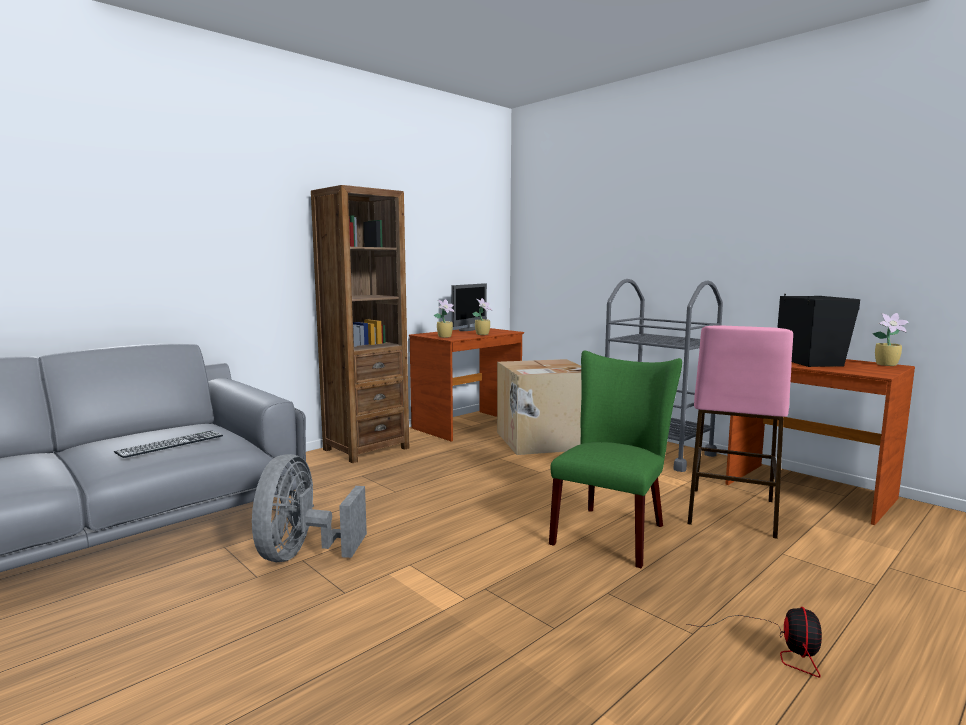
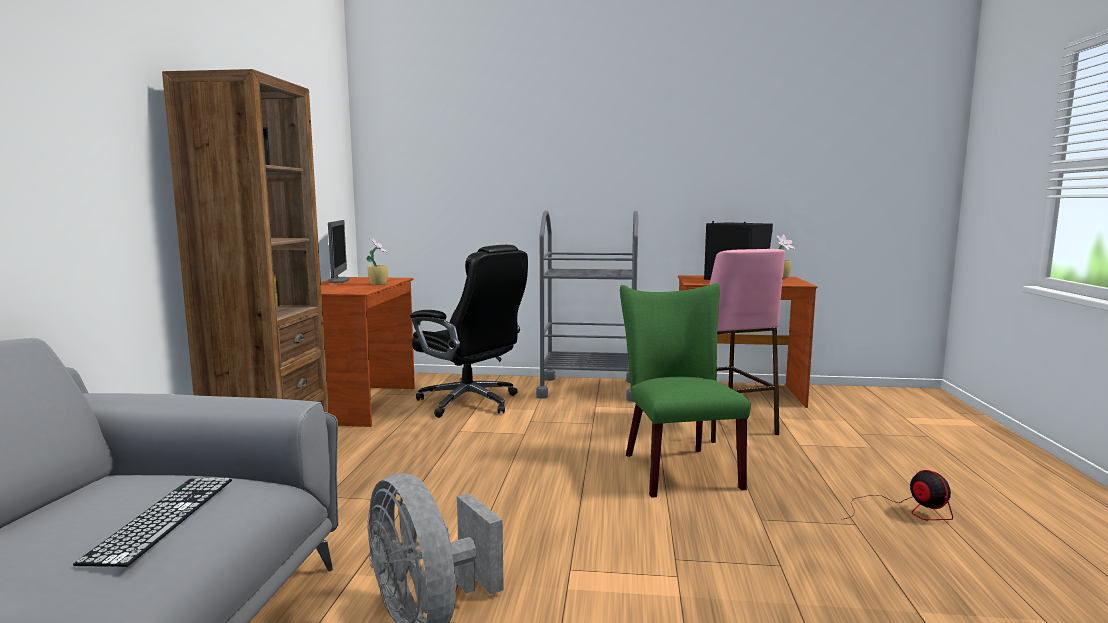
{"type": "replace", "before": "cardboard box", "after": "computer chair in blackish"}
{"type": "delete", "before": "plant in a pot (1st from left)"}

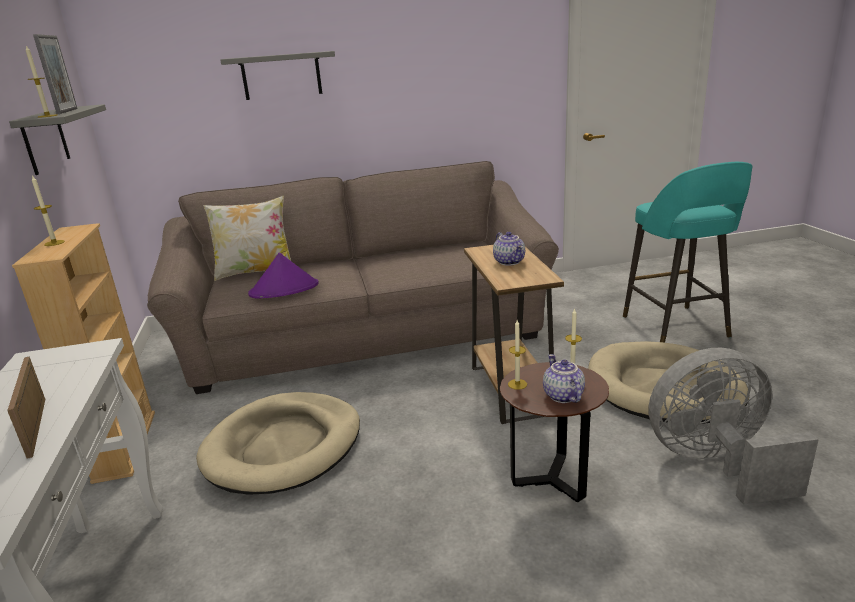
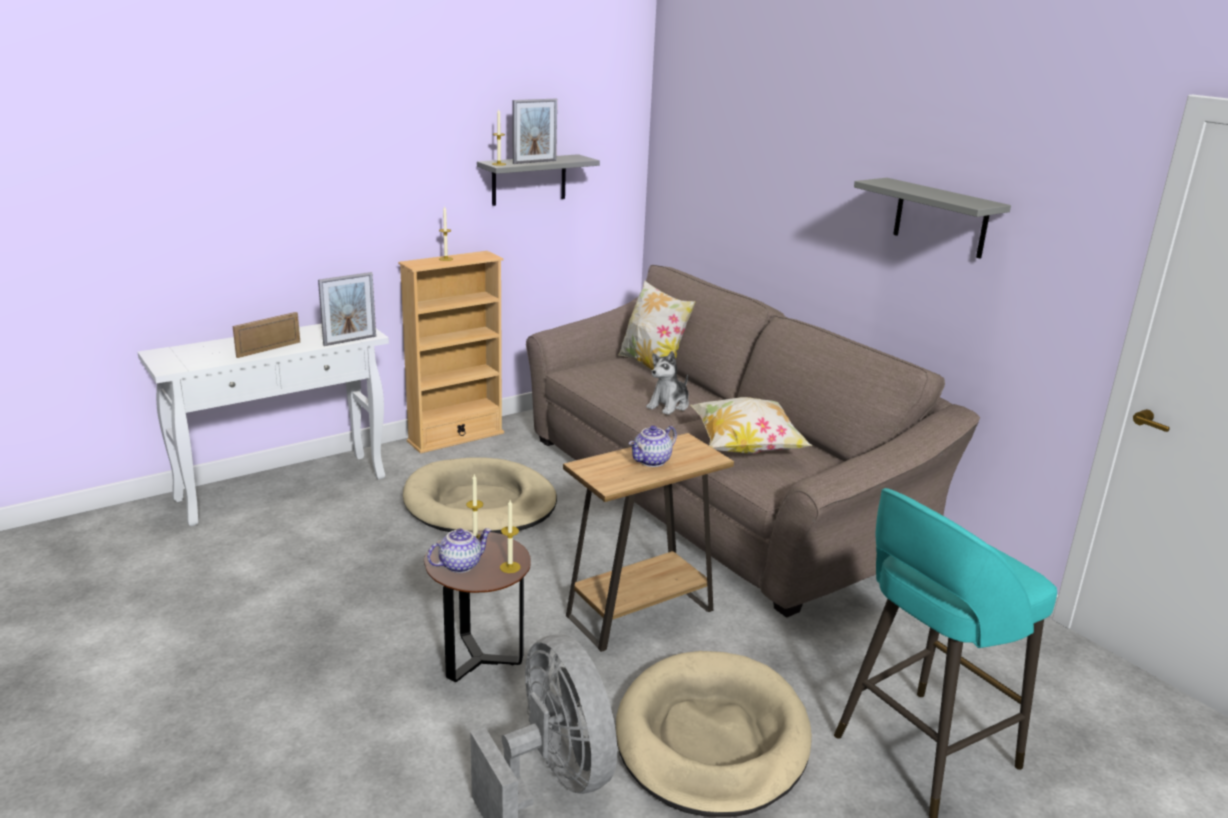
{"type": "insert", "after": "photo frame (2nd from left)"}
{"type": "insert", "after": "soft toy"}
{"type": "insert", "after": "throw pillow (2nd from left)"}
{"type": "move", "before": "shelf in gray (2nd from left)"}
{"type": "delete", "before": "clothing hat in purplish"}

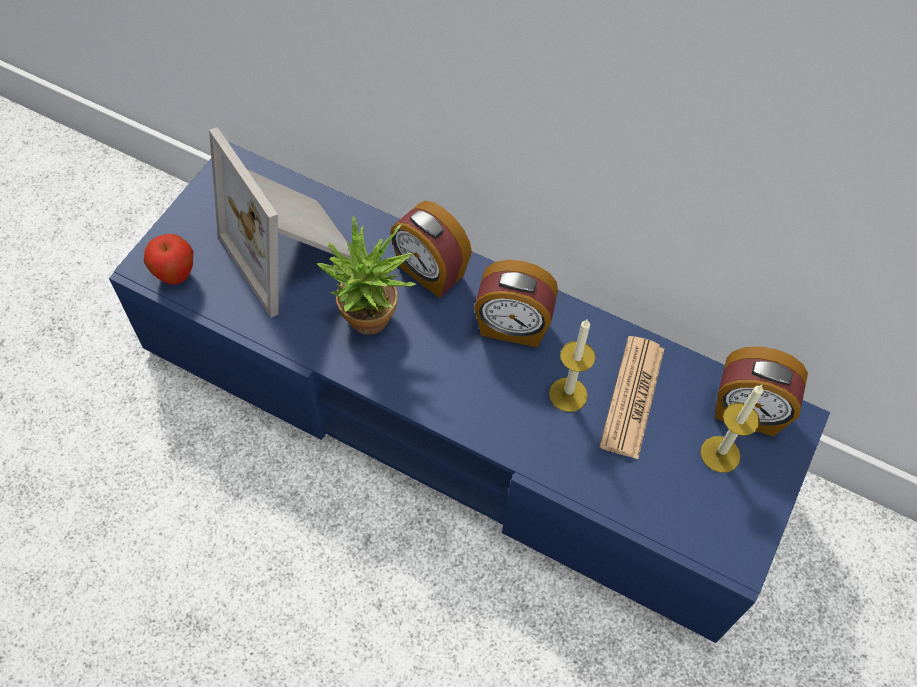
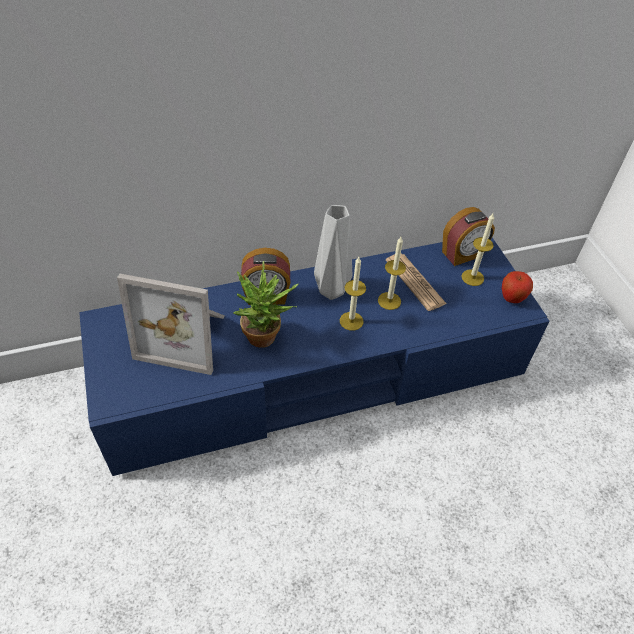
{"type": "replace", "before": "table clock (2nd from left)", "after": "vase in gray"}
{"type": "insert", "after": "wax light (1st from left)"}
{"type": "move", "before": "apple fruit"}

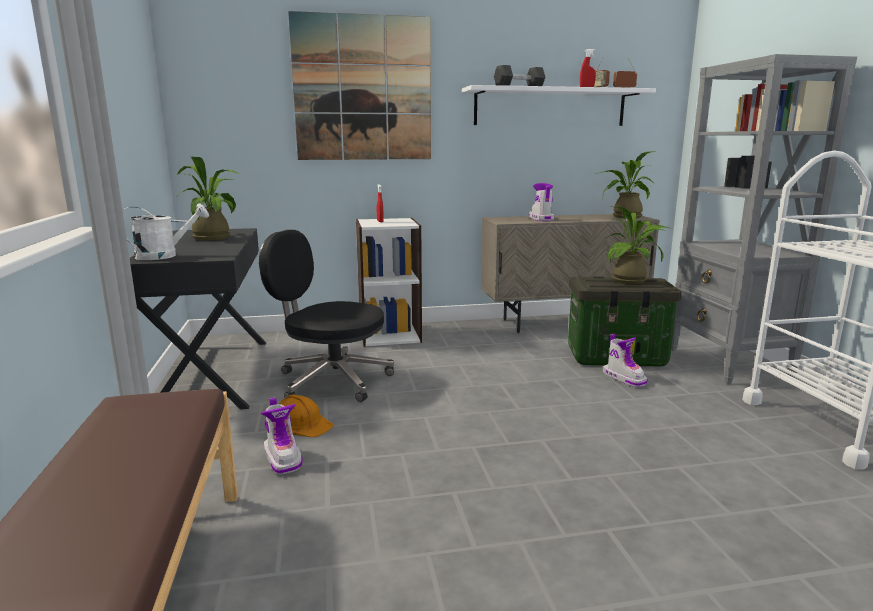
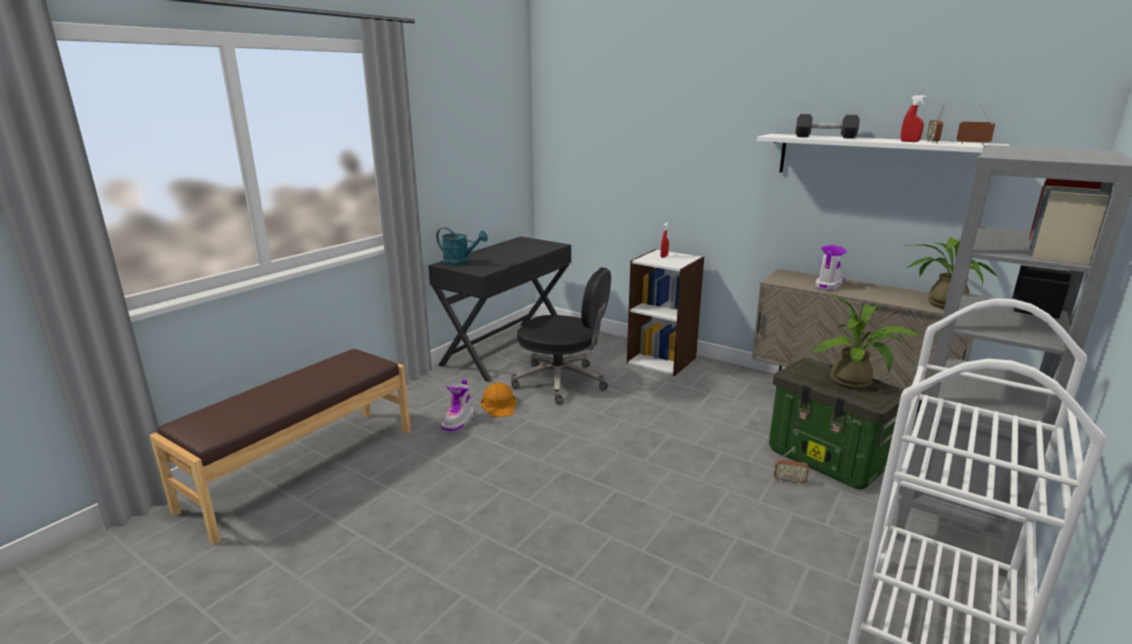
{"type": "recolor", "before": "watering can in white", "after": "watering can in blue-green"}
{"type": "rotate", "before": "computer chair in blackish", "turn": 135}
{"type": "replace", "before": "high-top boot (3rd from left)", "after": "radio set (1st from left)"}
{"type": "delete", "before": "plant in a pot (1st from left)"}
{"type": "delete", "before": "wall picture"}

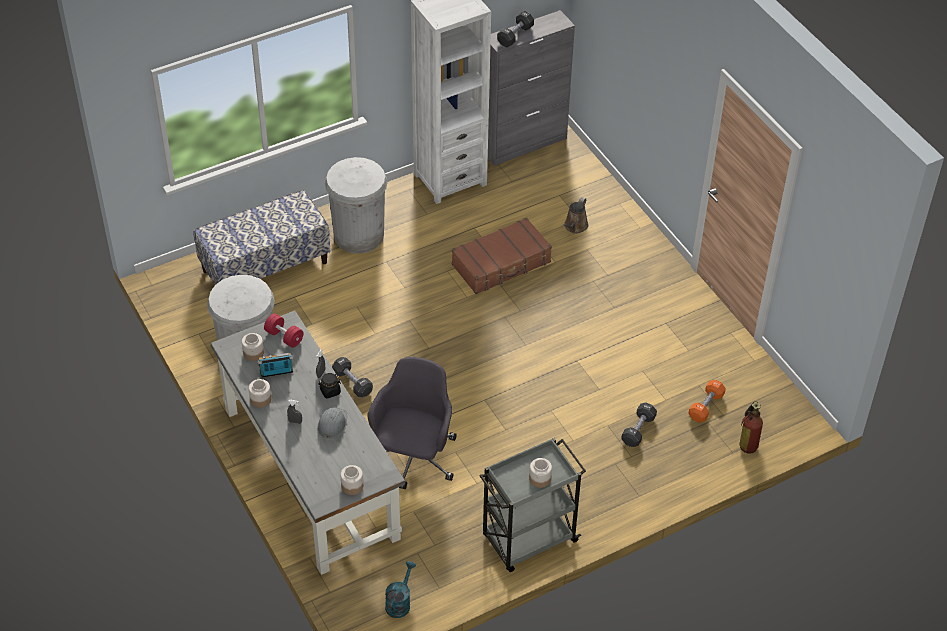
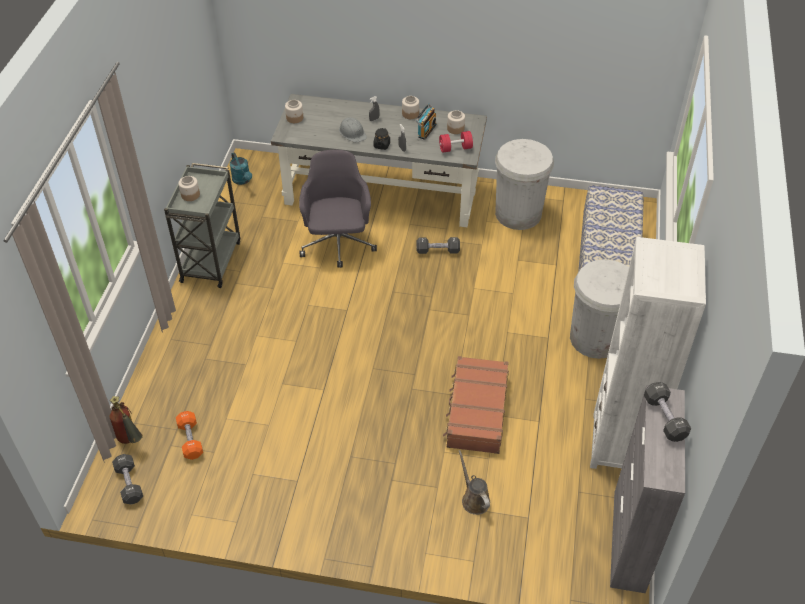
{"type": "move", "before": "hand weight in blackish (3rd from left in the first image)", "after": "hand weight in blackish (1st from left)"}
{"type": "rotate", "before": "computer chair in gray", "turn": -150}

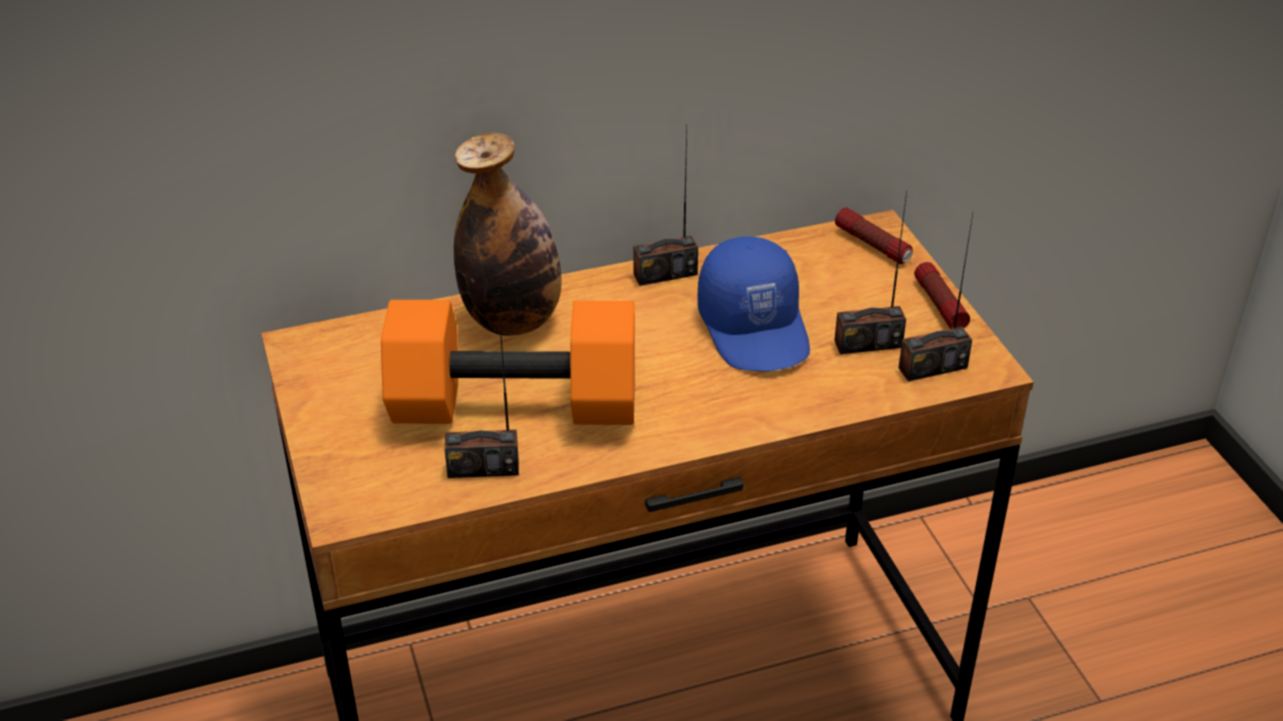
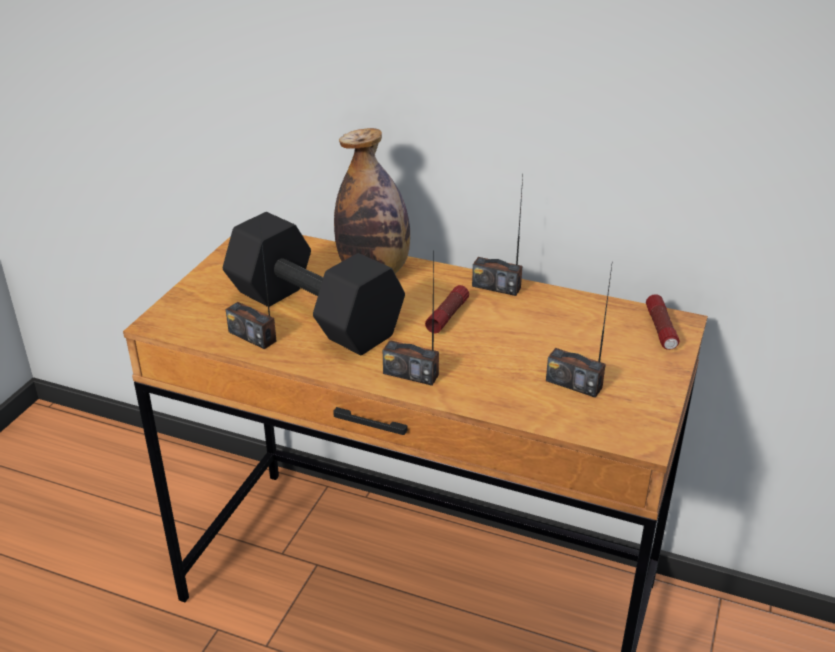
{"type": "recolor", "before": "hand weight in orangey", "after": "hand weight in blackish"}
{"type": "move", "before": "radio set (4th from left in the first image)", "after": "radio set (2nd from left)"}
{"type": "move", "before": "flashlight (2nd from left in the first image)", "after": "flashlight (1st from left)"}
{"type": "delete", "before": "peaked cap in bluish"}

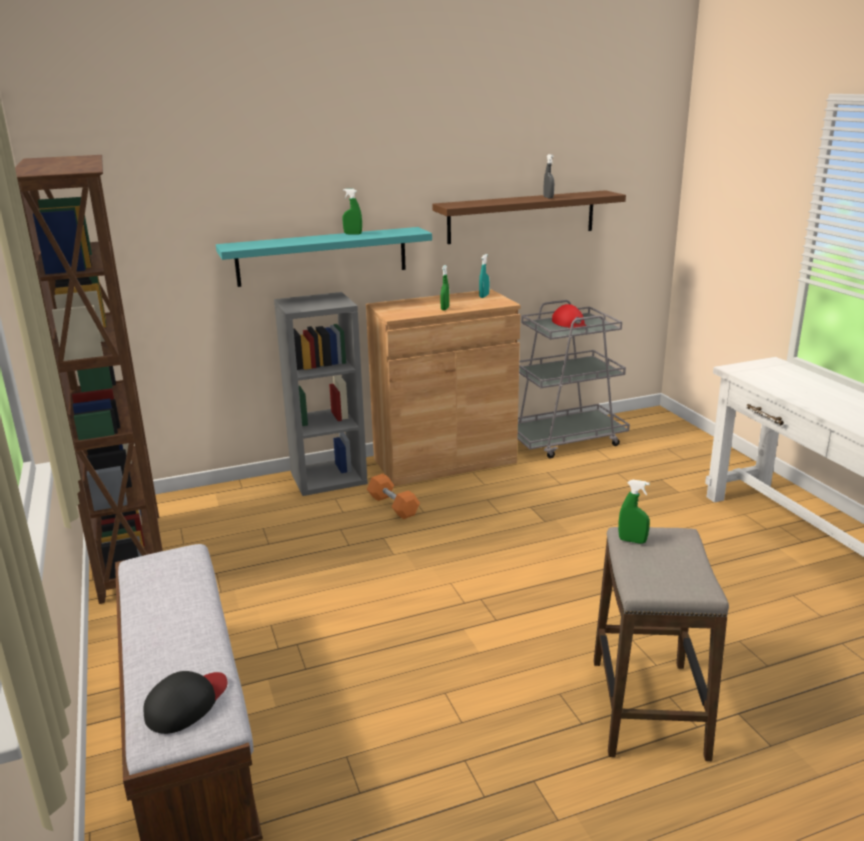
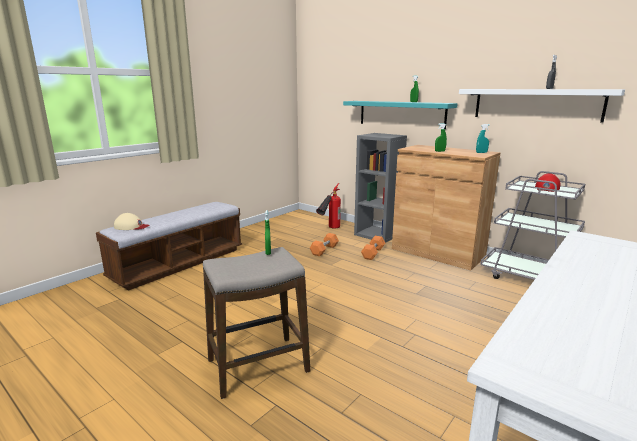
{"type": "recolor", "before": "peaked cap in blackish", "after": "peaked cap in beige"}
{"type": "insert", "after": "hand weight in orangey (1st from left)"}
{"type": "insert", "after": "fire-fighting cylinder"}
{"type": "recolor", "before": "shelf in brown", "after": "shelf in white"}
{"type": "delete", "before": "shelving unit in brown"}

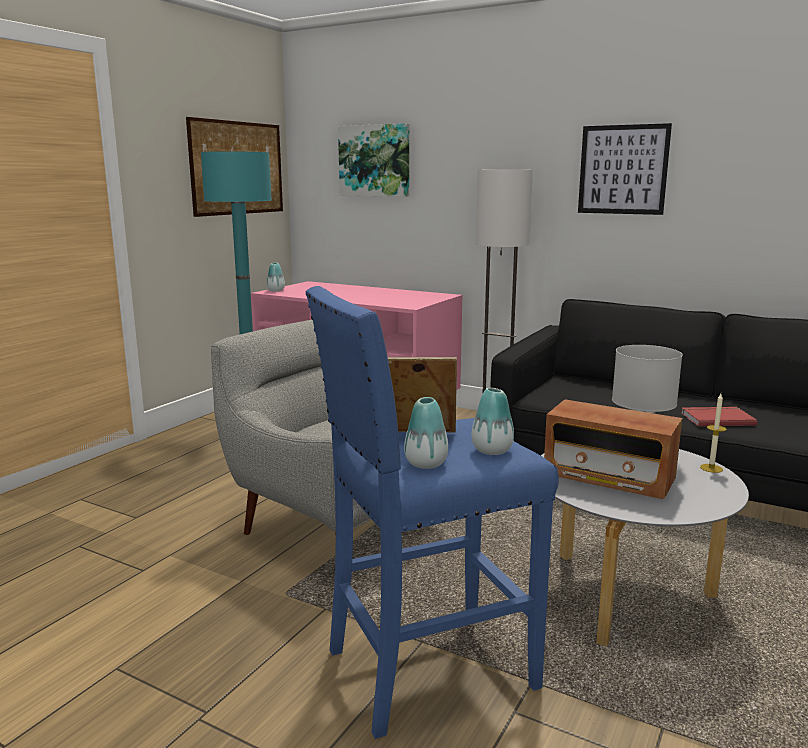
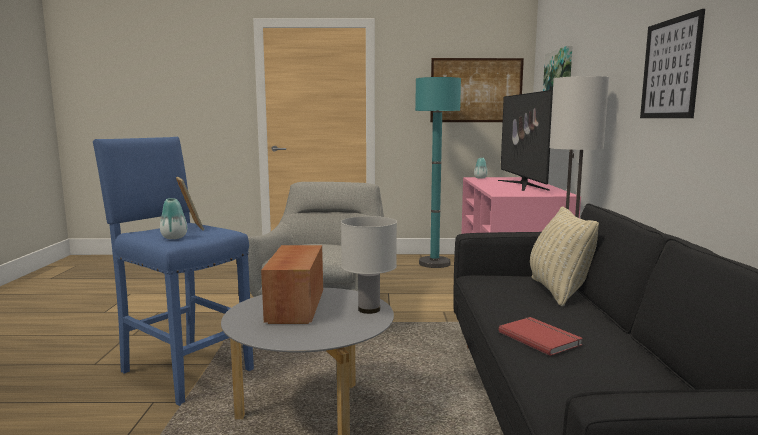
{"type": "insert", "after": "television"}
{"type": "insert", "after": "throw pillow in beige"}
{"type": "delete", "before": "vase (2nd from left)"}
{"type": "delete", "before": "wax light"}

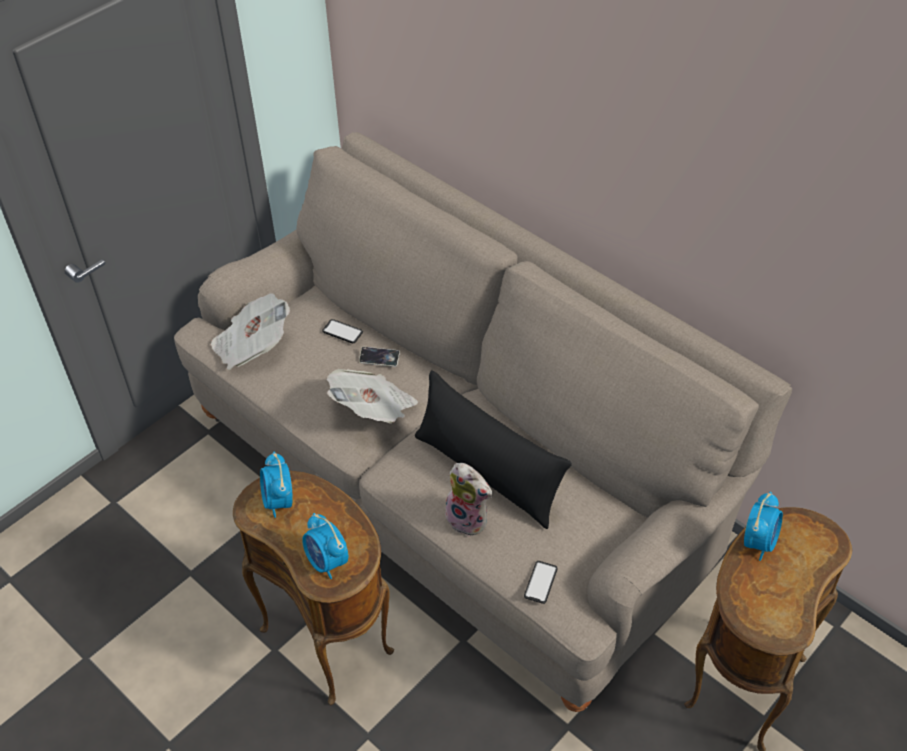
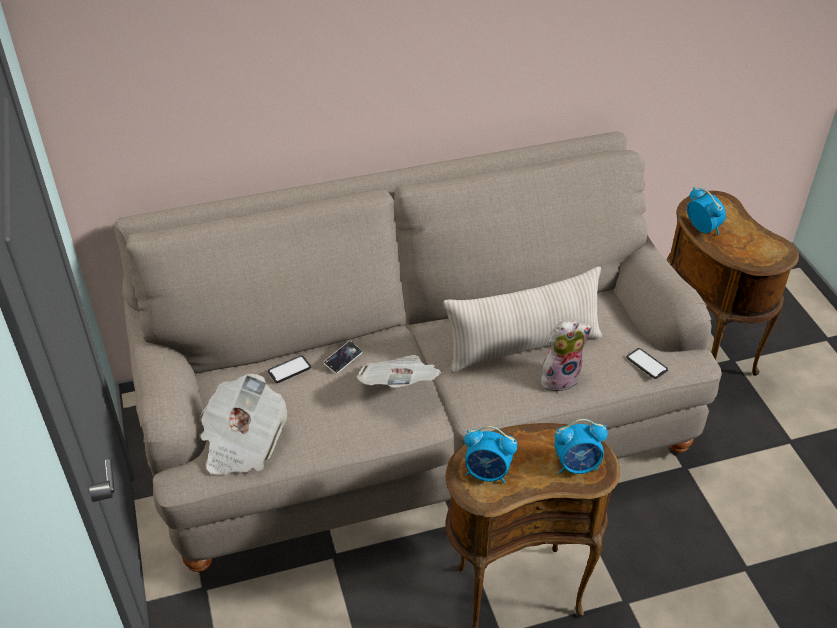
{"type": "recolor", "before": "throw pillow in blackish", "after": "throw pillow in beige"}

